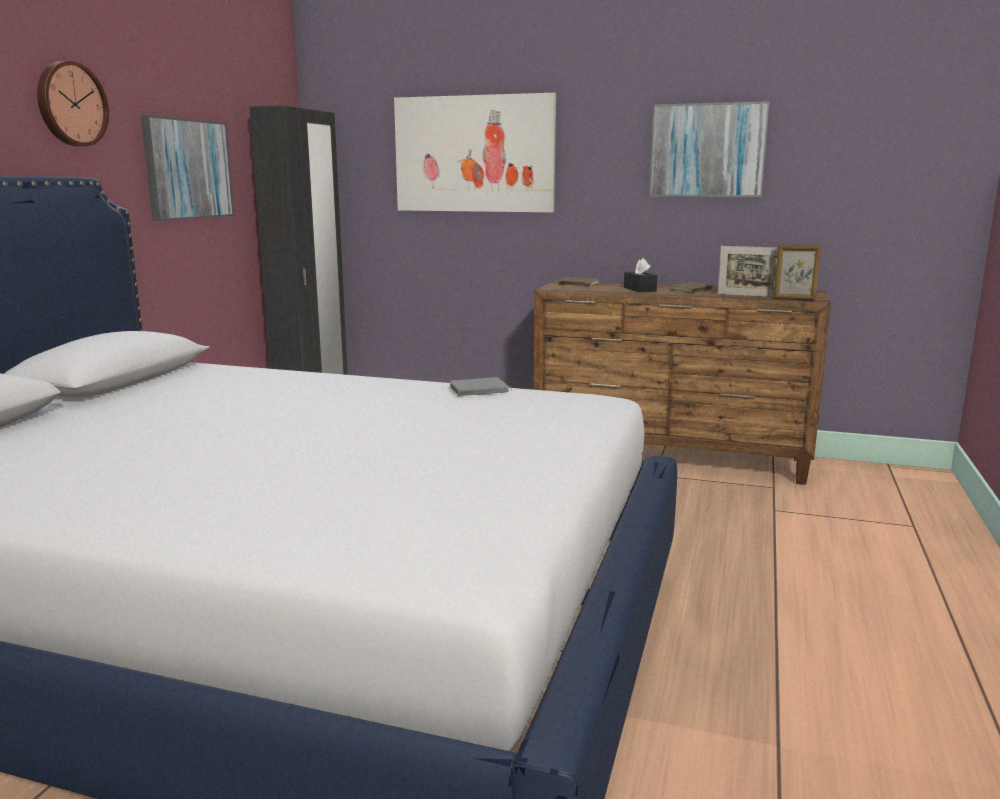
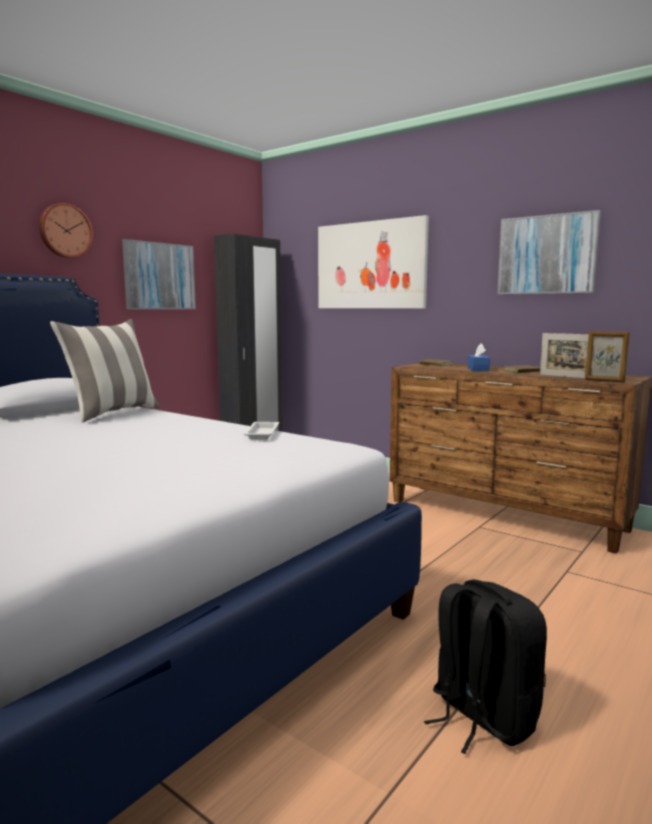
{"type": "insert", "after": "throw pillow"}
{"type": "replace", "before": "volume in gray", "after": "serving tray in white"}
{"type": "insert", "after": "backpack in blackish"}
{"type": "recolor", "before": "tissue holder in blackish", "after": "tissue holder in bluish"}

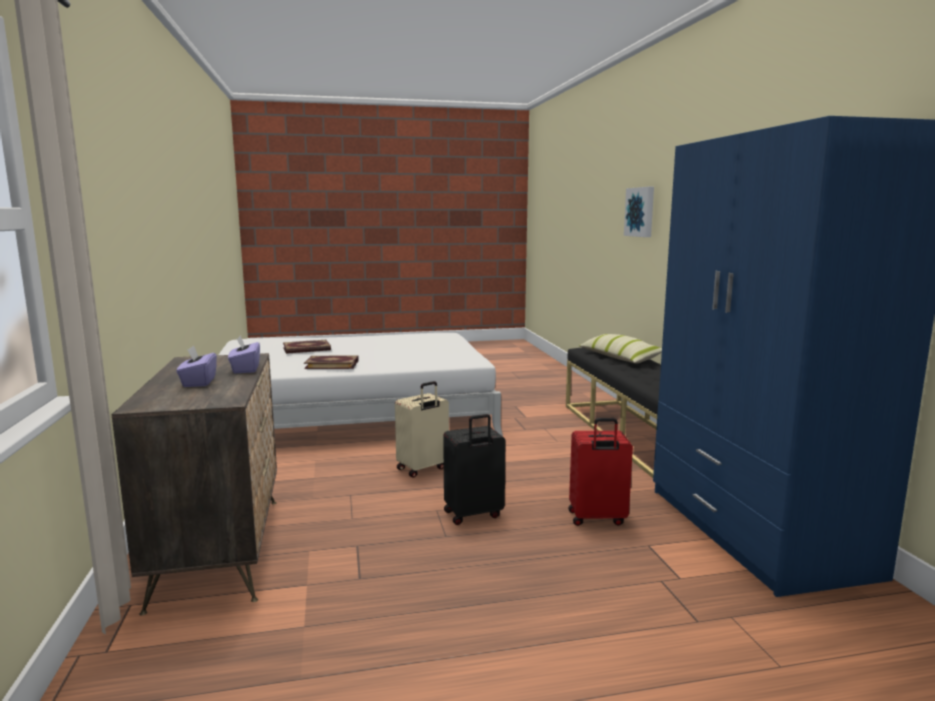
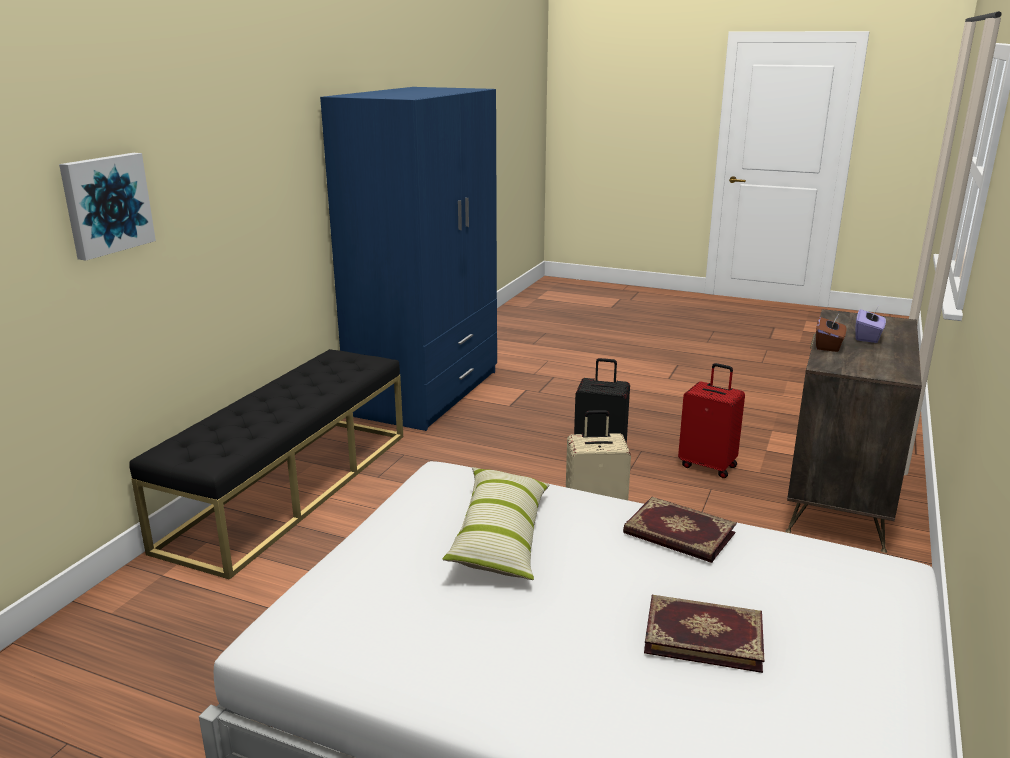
{"type": "move", "before": "throw pillow"}
{"type": "move", "before": "piece of luggage in reddish"}
{"type": "recolor", "before": "tissue holder in purplish (2nd from left)", "after": "tissue holder in brown"}

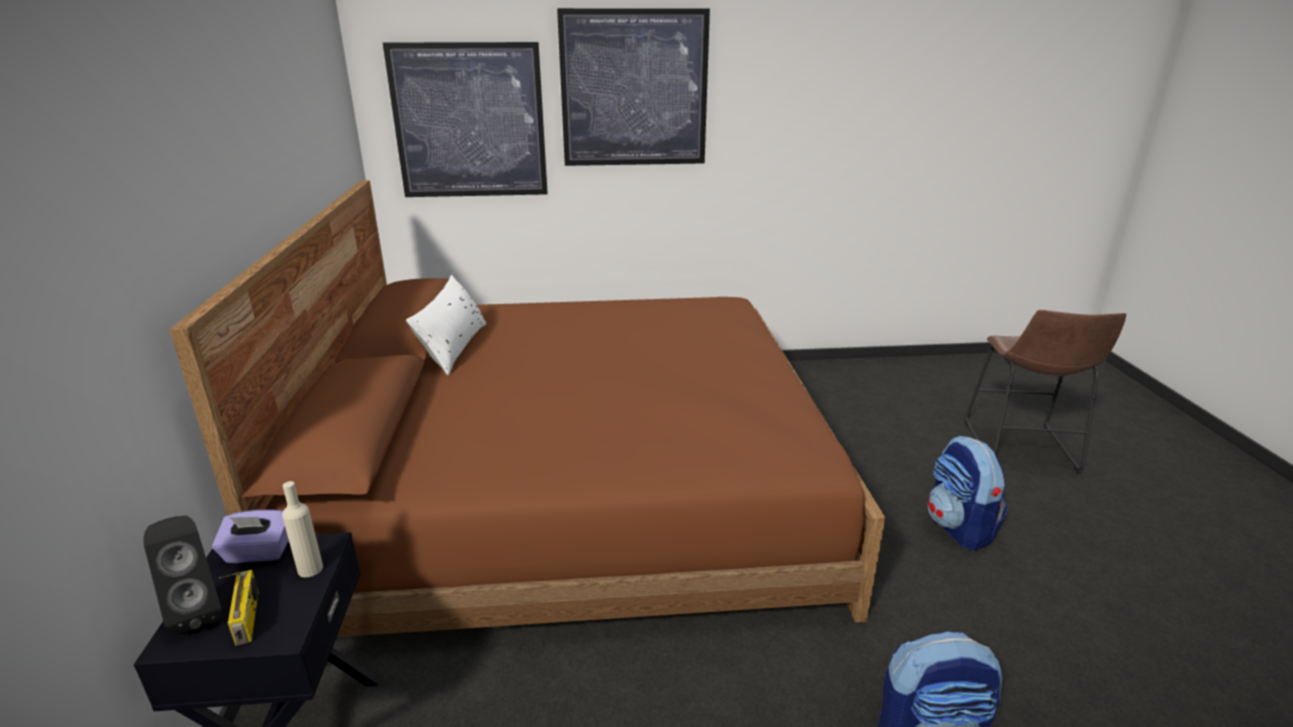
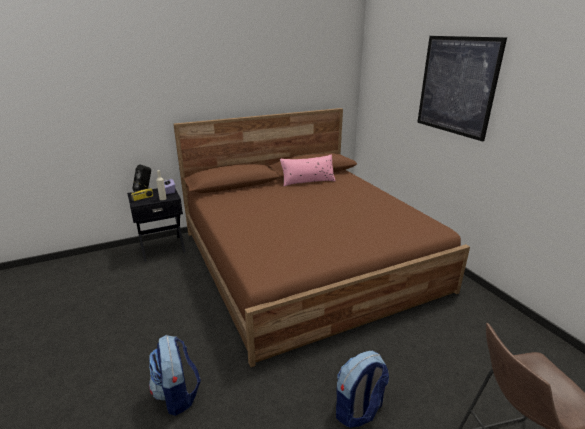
{"type": "recolor", "before": "throw pillow in white", "after": "throw pillow in pinkish"}
{"type": "delete", "before": "wall picture (1st from left)"}

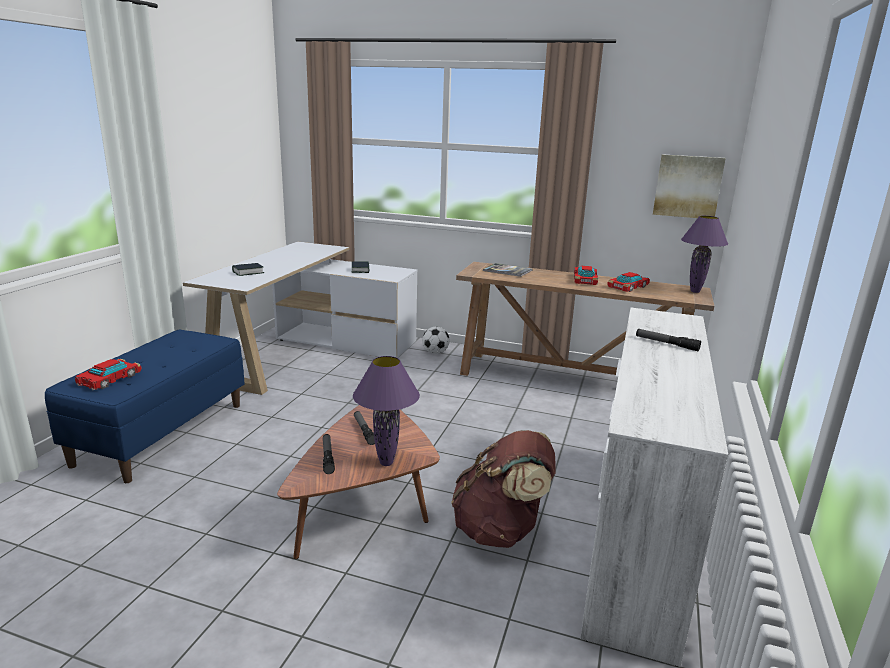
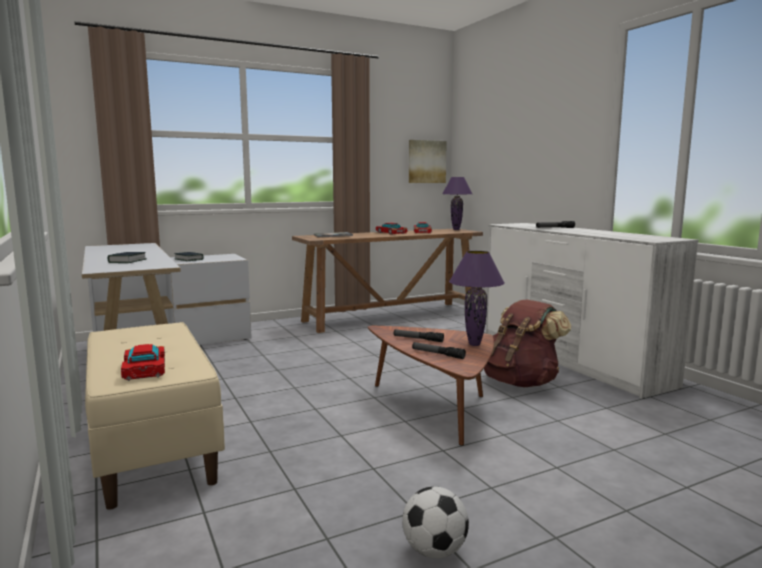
{"type": "recolor", "before": "bench in bluish", "after": "bench in beige"}
{"type": "move", "before": "football"}

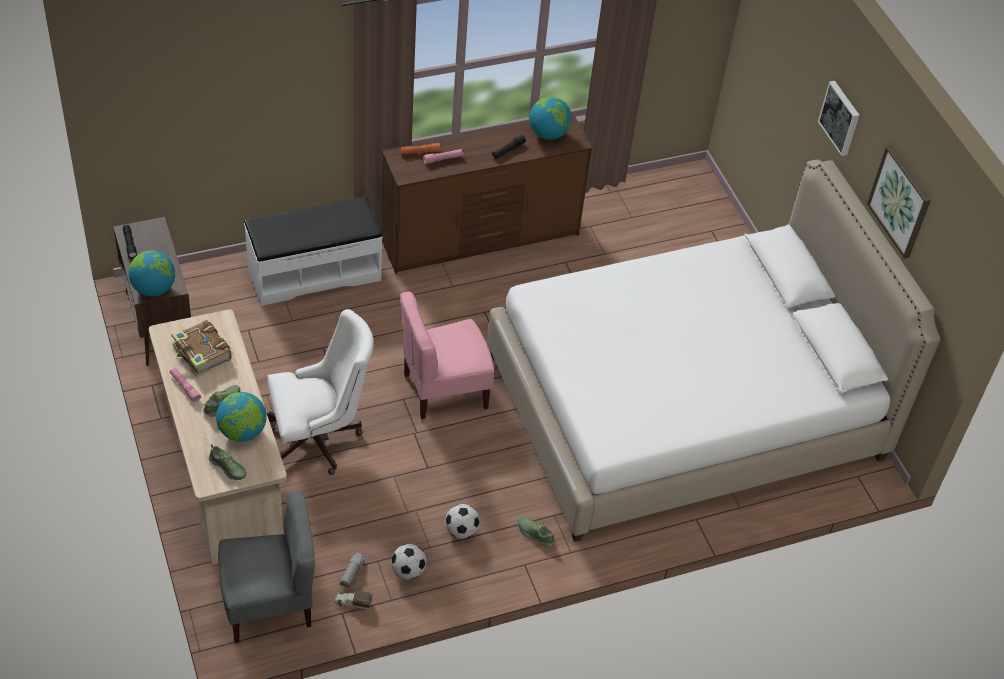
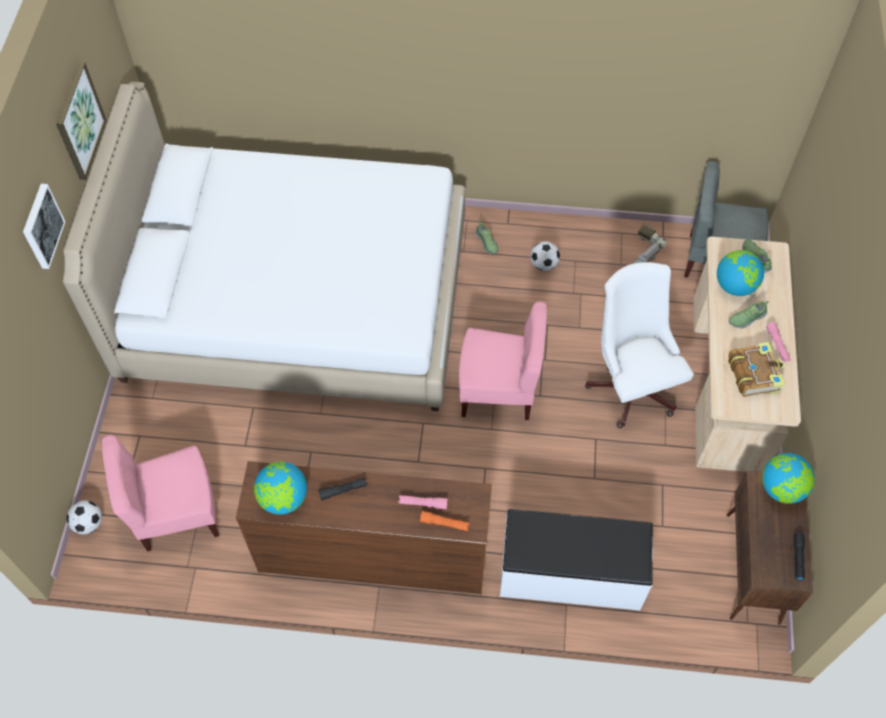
{"type": "move", "before": "football (1st from left)"}
{"type": "insert", "after": "upright chair in pinkish (1st from left)"}
{"type": "rotate", "before": "computer chair in white", "turn": 60}

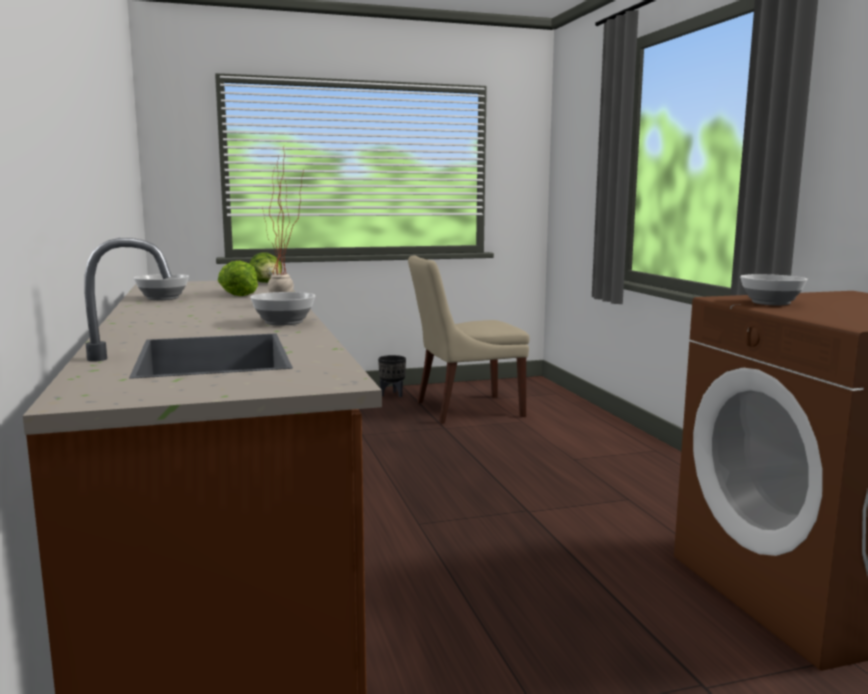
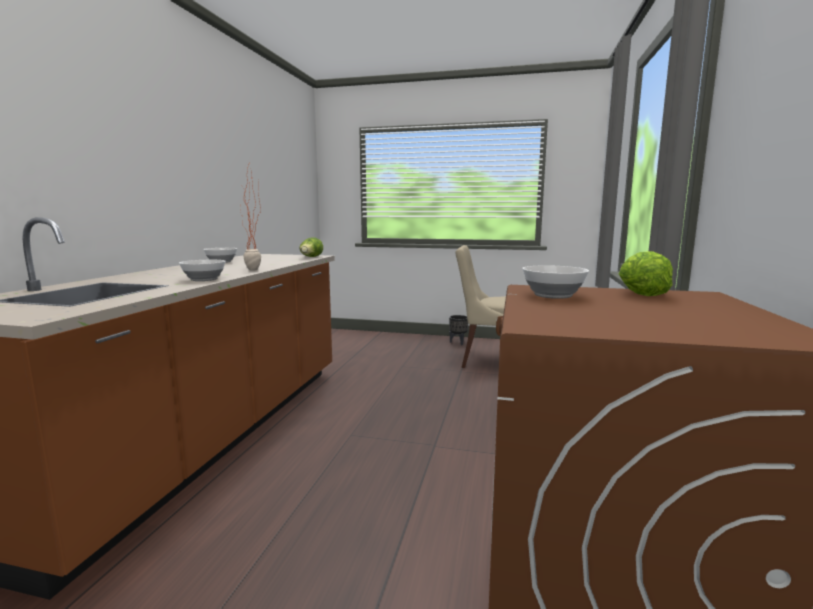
{"type": "move", "before": "head of lettuce (1st from left in the first image)", "after": "head of lettuce (2nd from left)"}

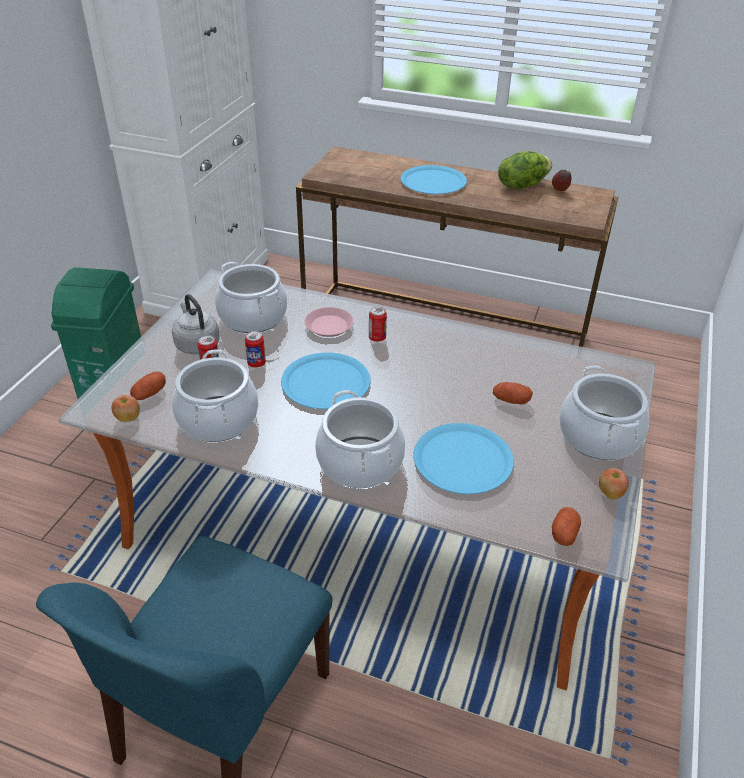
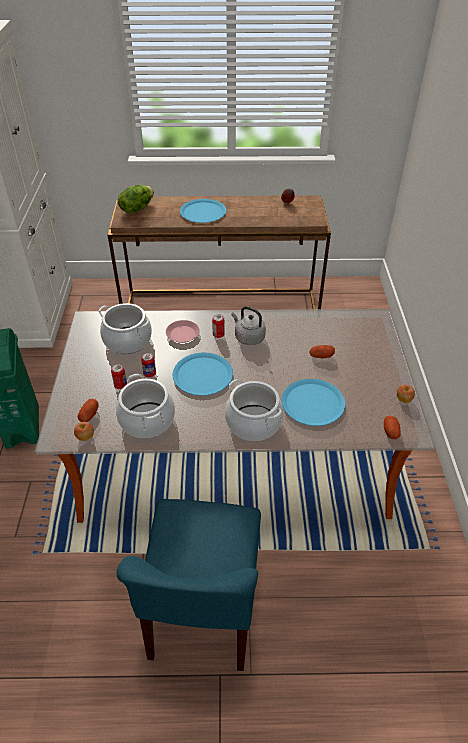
{"type": "move", "before": "head of lettuce"}
{"type": "move", "before": "kettle in gray"}
{"type": "delete", "before": "cooking pot (4th from left)"}

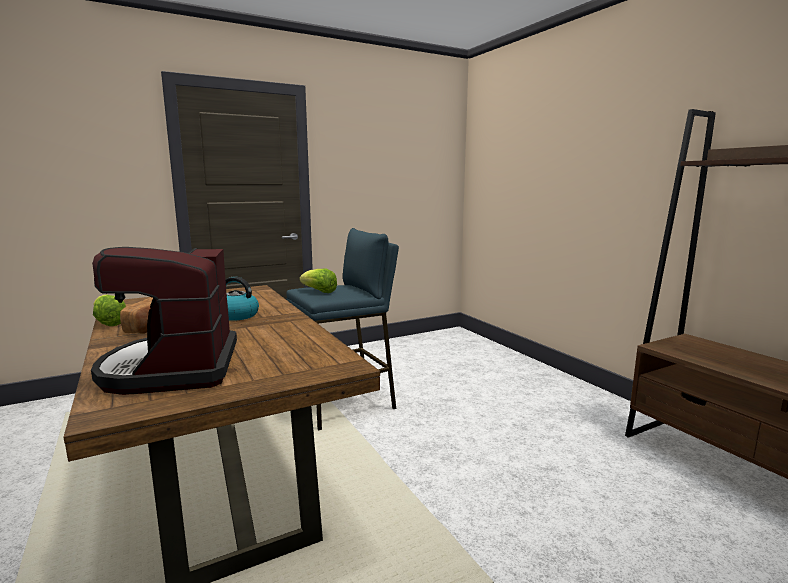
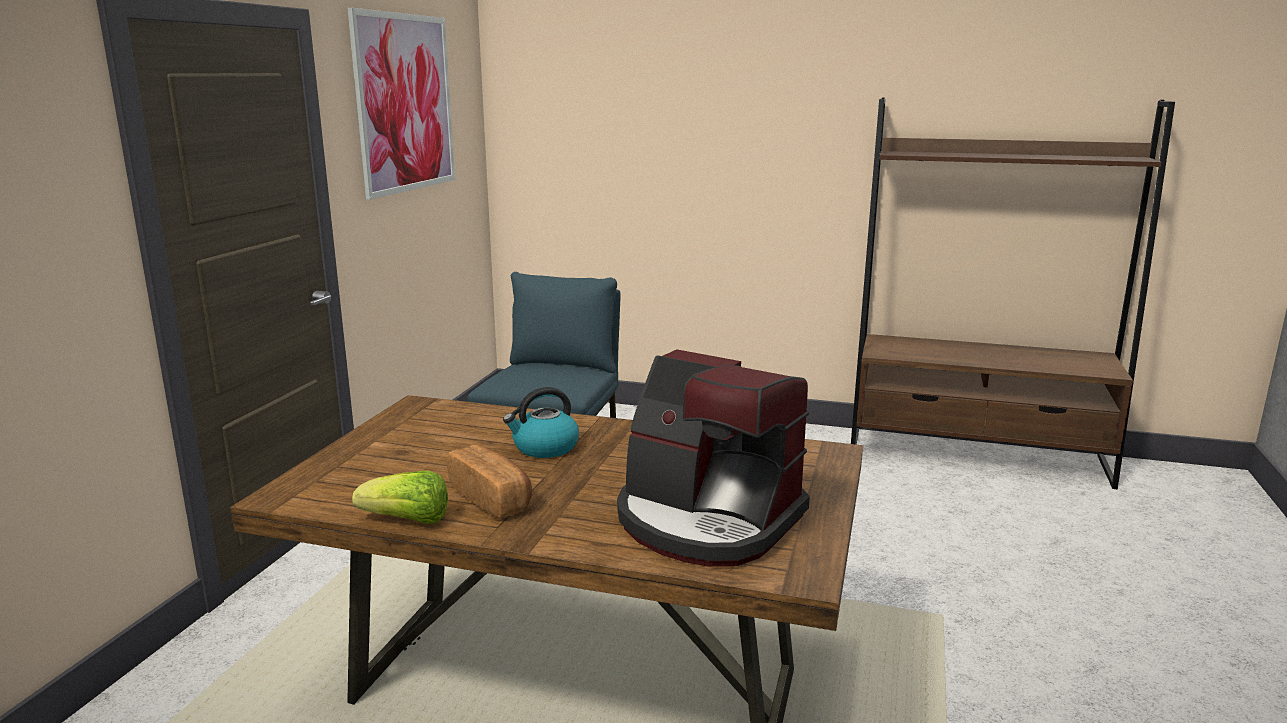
{"type": "insert", "after": "wall picture"}
{"type": "delete", "before": "head of lettuce (2nd from left)"}

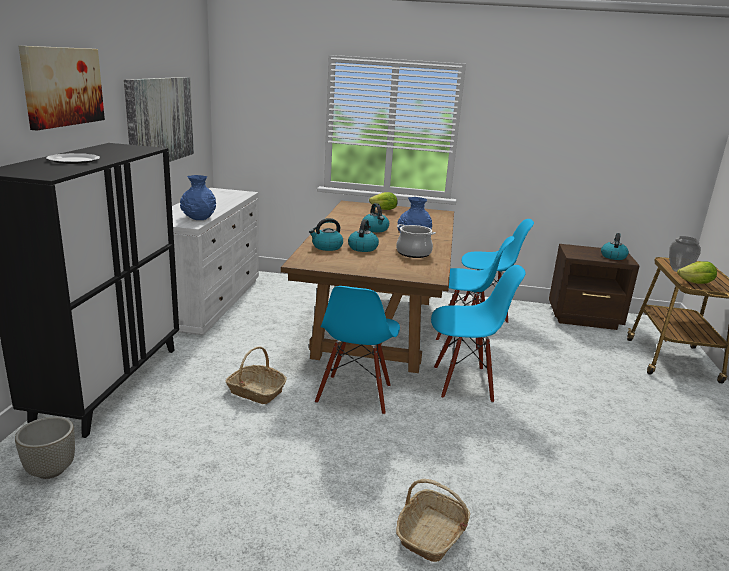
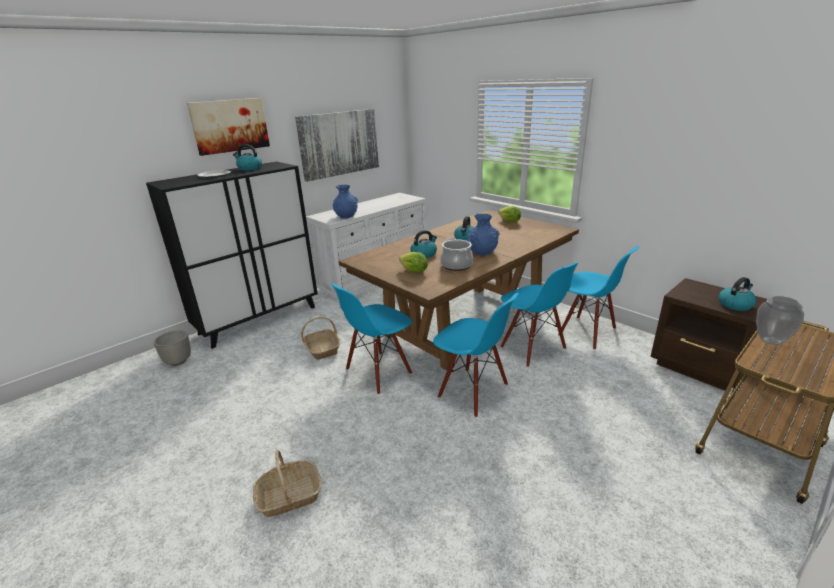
{"type": "move", "before": "kettle (1st from left)"}
{"type": "move", "before": "head of lettuce (2nd from left in the first image)", "after": "head of lettuce (1st from left)"}

